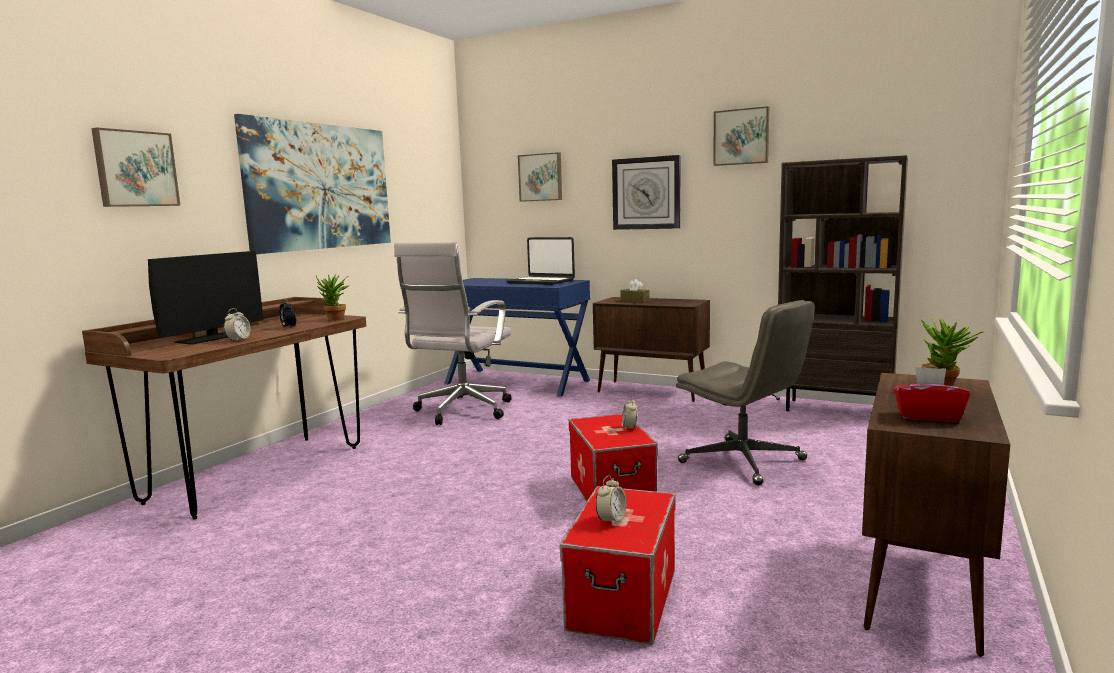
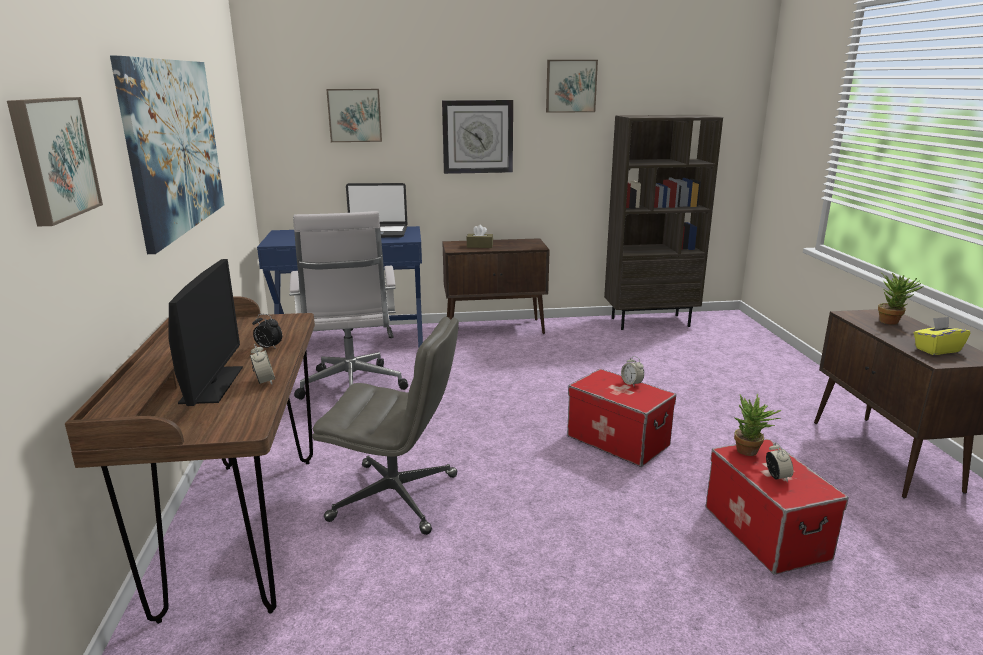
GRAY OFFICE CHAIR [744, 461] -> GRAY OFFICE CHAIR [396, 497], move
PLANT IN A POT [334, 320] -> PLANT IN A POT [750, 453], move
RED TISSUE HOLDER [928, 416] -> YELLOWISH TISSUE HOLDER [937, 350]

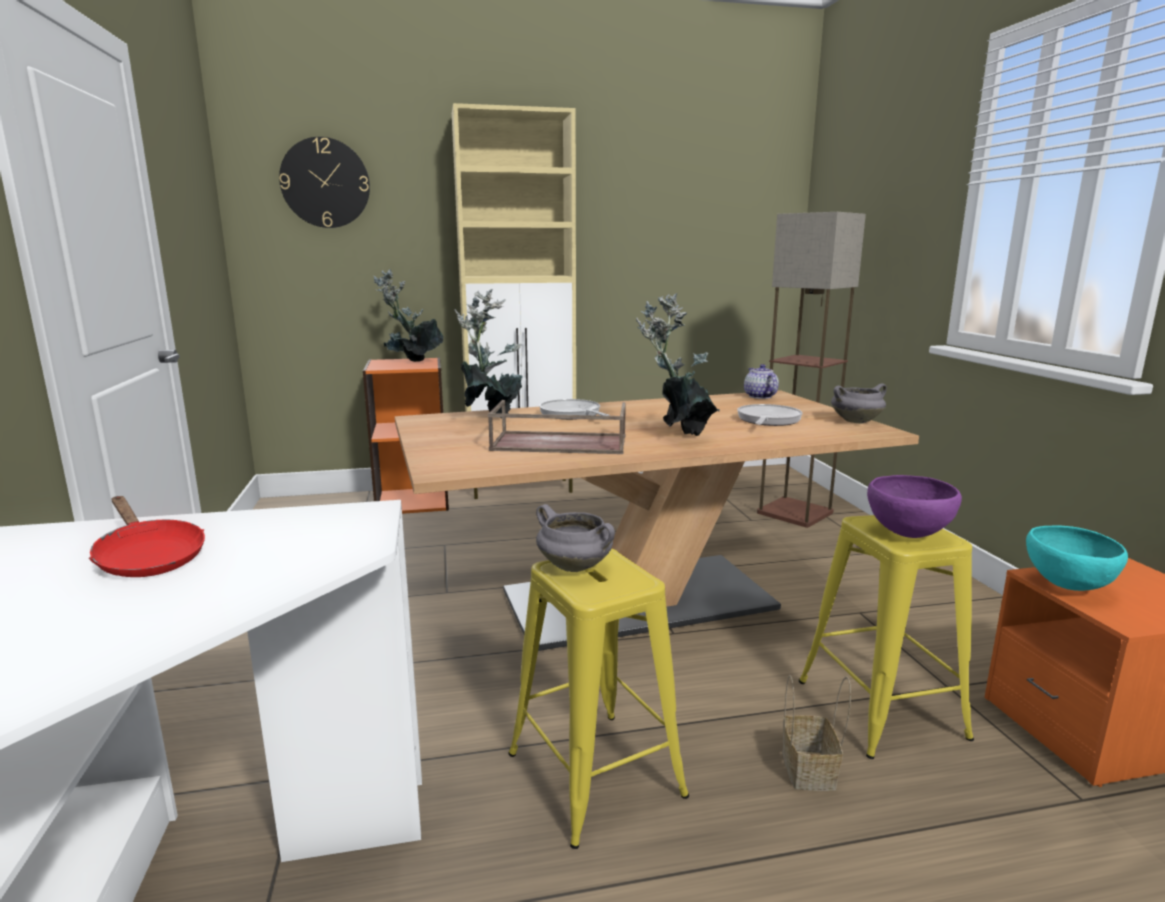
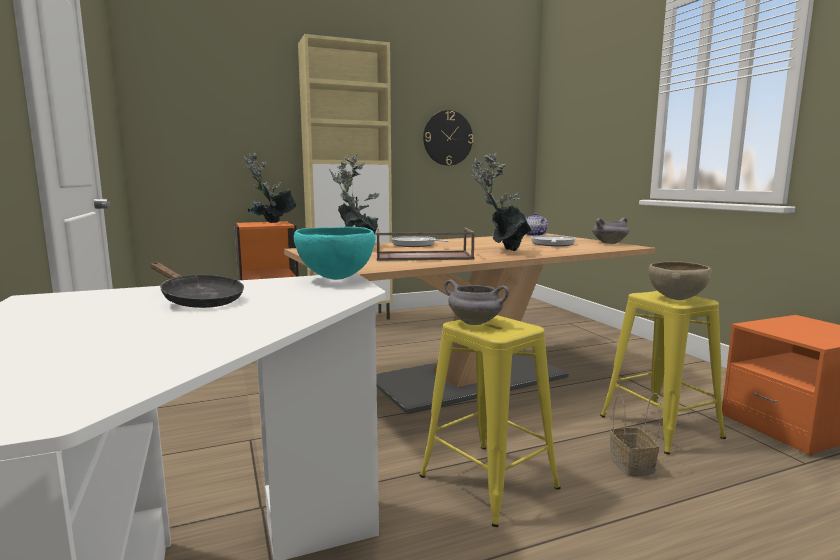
RED PAN [148, 558] -> BLACKISH PAN [198, 300]
TURQUOISE-COLOURED BOWL [1066, 587] -> TURQUOISE-COLOURED BOWL [335, 279], move
HANGING CLOCK [325, 183] -> HANGING CLOCK [448, 138], move
PURPLE BOWL [908, 535] -> BROWN BOWL [676, 299]
STANDING LAMP [796, 513] -> none

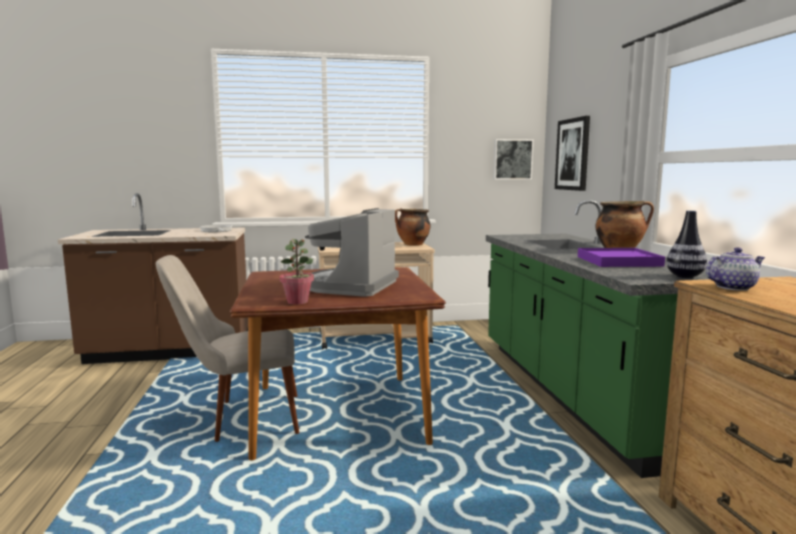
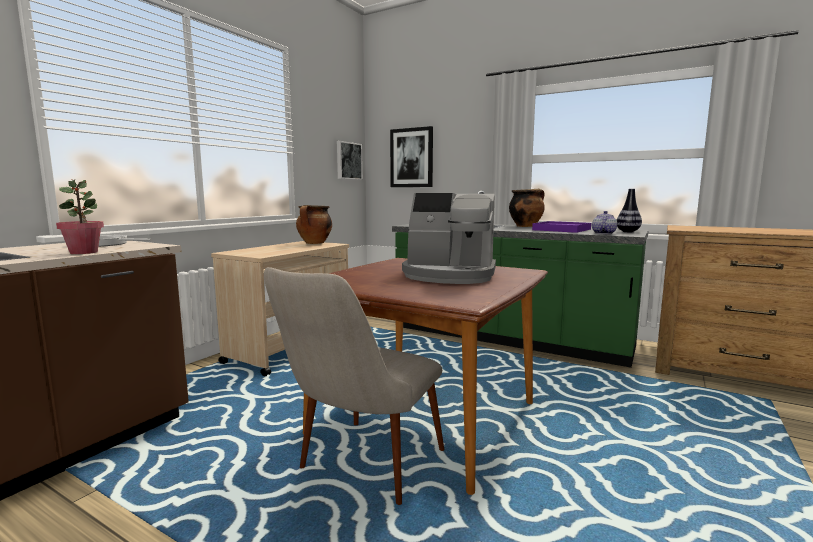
PLANT IN A POT [297, 302] -> PLANT IN A POT [84, 252], move
COFFEE MAKER [351, 286] -> COFFEE MAKER [449, 275], 45 degrees counterclockwise
POT FOR TEA [733, 287] -> POT FOR TEA [603, 233], move

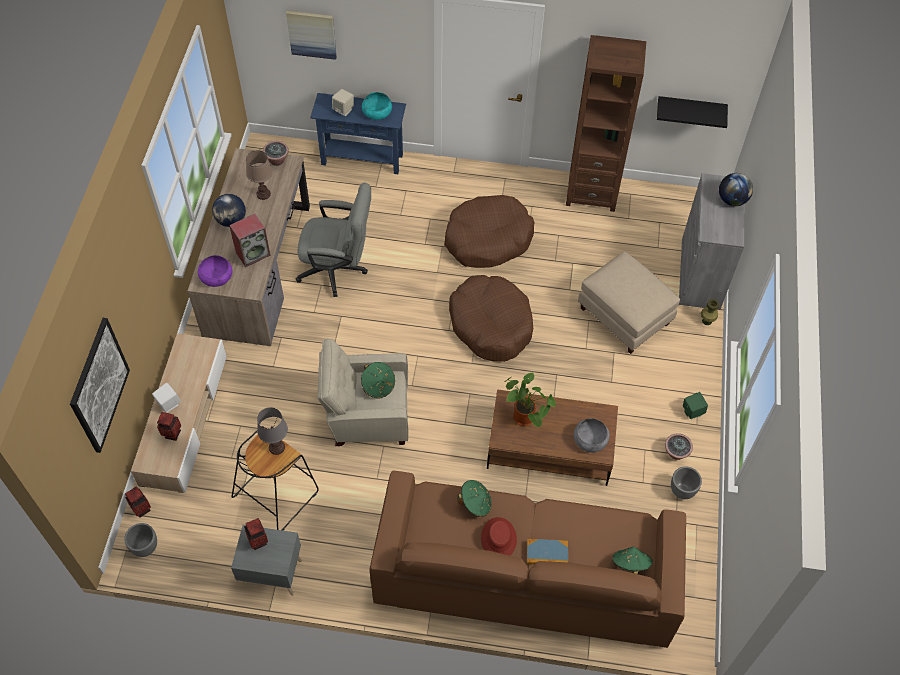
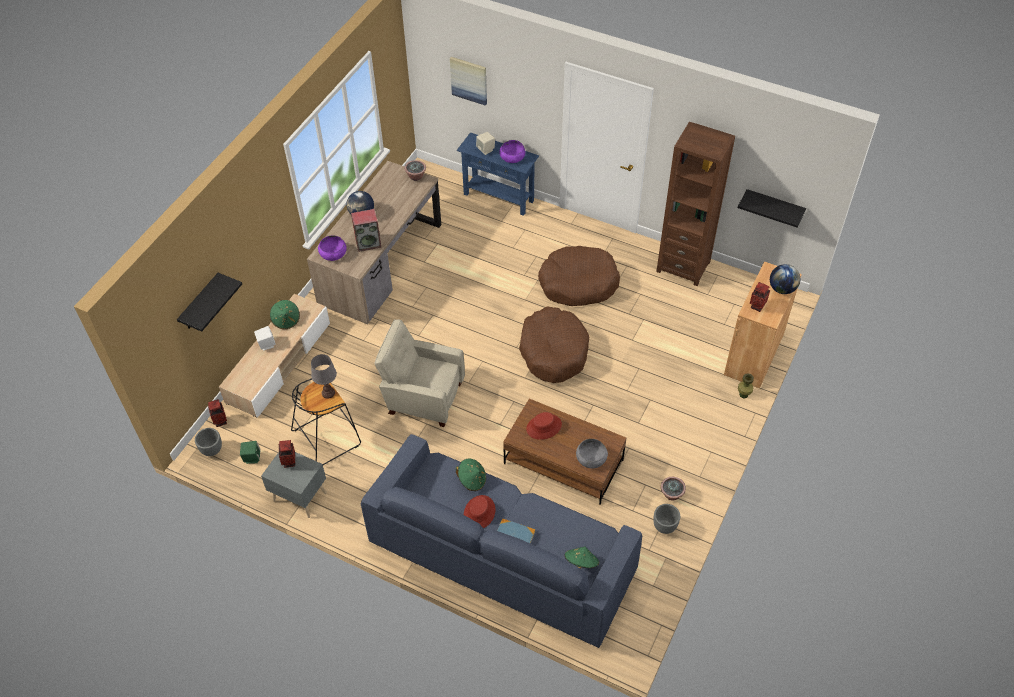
WALL PICTURE [99, 385] -> BLACKISH SHELF [200, 303]
GREENISH AUDIO SPEAKER [692, 411] -> GREENISH AUDIO SPEAKER [252, 457], move
GREENISH WEARABLE HAT [378, 385] -> GREENISH WEARABLE HAT [286, 320], move
BROWN SETTEE [525, 574] -> BLUISH SETTEE [502, 555]
TURQUOISE-COLOURED BOWL [377, 112] -> PURPLE BOWL [512, 157]
PLANT IN A POT [526, 418] -> RED WEARABLE HAT [544, 427]
GRAY CUPBOARD [700, 274] -> BROWN CUPBOARD [754, 354]
VASE [172, 434] -> VASE [757, 306], move
BROWN TABLE LAMP [263, 194] -> none
GRAY OFFICE CHAIR [338, 270] -> none
SAND-COLOURED POUFFE [623, 316] -> none

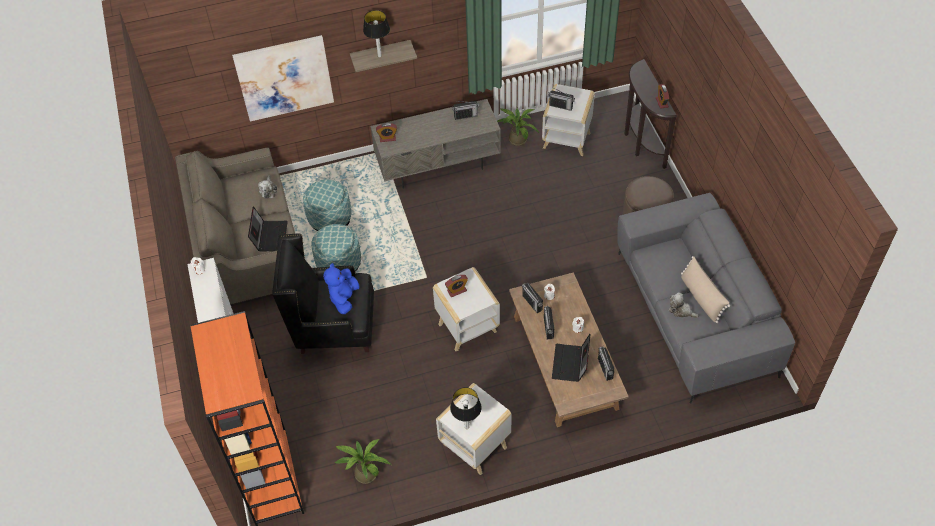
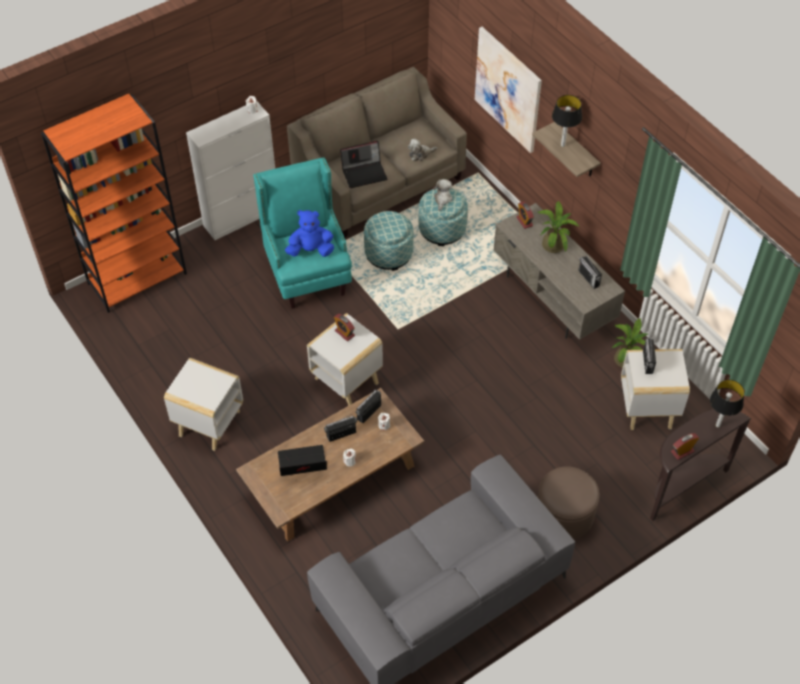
BLACKISH LOUNGE CHAIR [334, 330] -> TURQUOISE-COLOURED LOUNGE CHAIR [307, 275]
SOFT TOY [681, 310] -> SOFT TOY [442, 199], move
PLANT IN A POT [364, 472] -> PLANT IN A POT [554, 243], move
TABLE LAMP [467, 427] -> TABLE LAMP [717, 425], move
RADIO [605, 368] -> none
SAND-COLOURED THROW PILLOW [701, 297] -> none

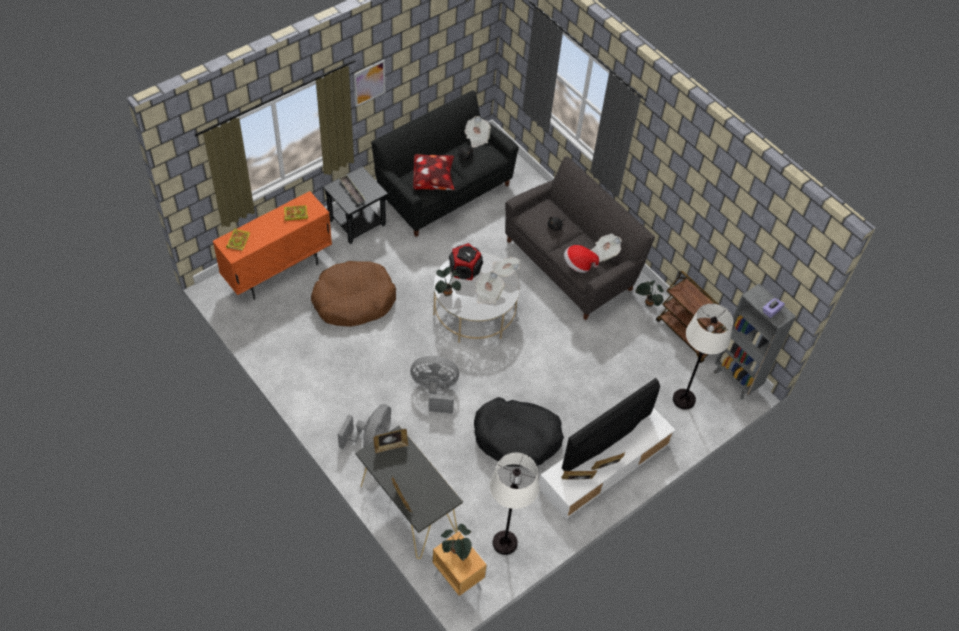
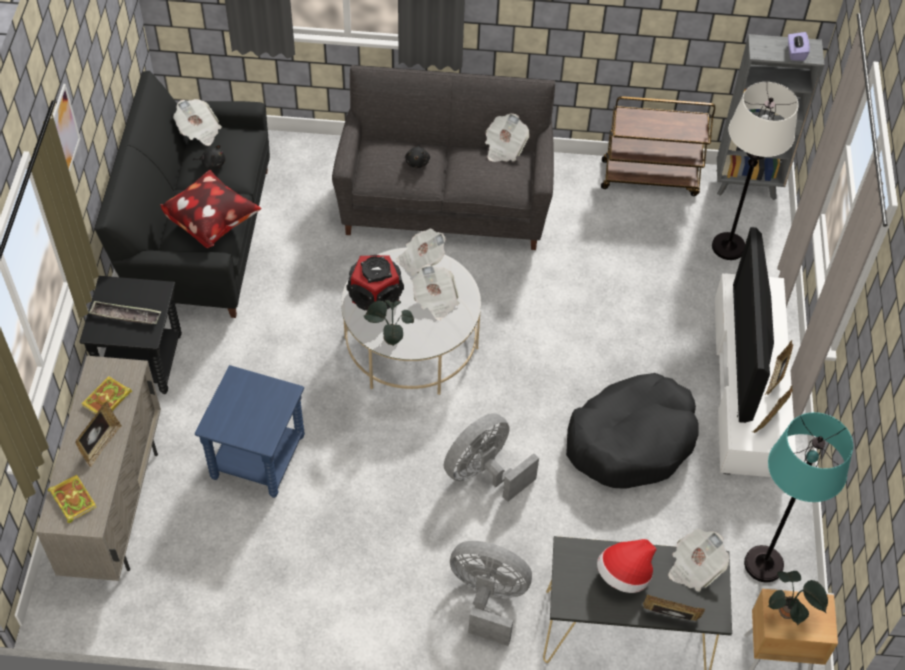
ORANGEY CUPBOARD [278, 272] -> SAND-COLOURED CUPBOARD [117, 508]
STANDING FRAME [390, 446] -> STANDING FRAME [101, 444], move
BROWN DOG CUSHION [353, 300] -> BLUISH ACCENT TABLE [257, 457]
GRAY ELECTRIC FAN [371, 440] -> GRAY ELECTRIC FAN [488, 598], 45 degrees counterclockwise
WEARABLE HAT [578, 265] -> WEARABLE HAT [624, 575], move
none -> DAILY PAPER [694, 567]
WHITE STANDING LAMP [504, 543] -> TURQUOISE-COLOURED STANDING LAMP [763, 565]
PLANT IN A POT [647, 303] -> none

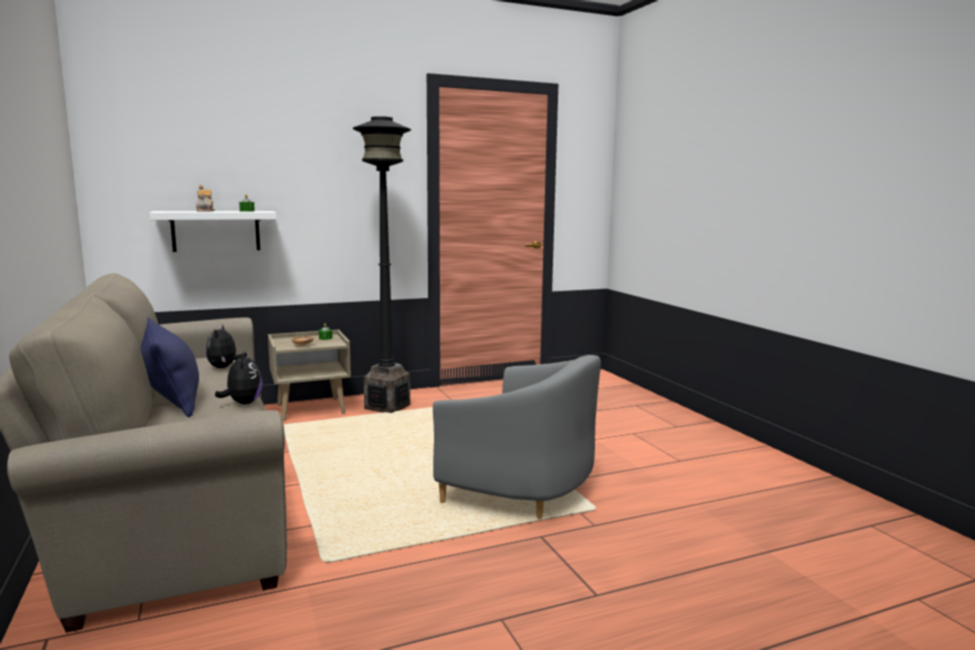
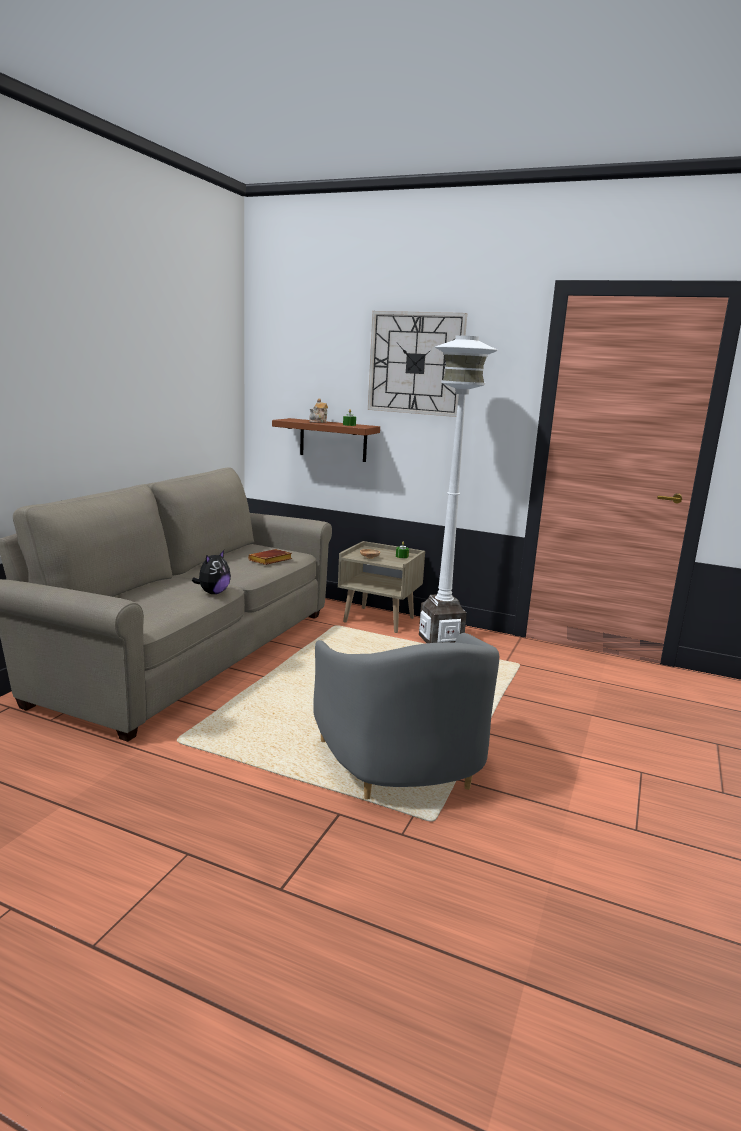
SOFT TOY [224, 367] -> BROWN VOLUME [270, 561]
WHITE SHELF [216, 231] -> BROWN SHELF [333, 440]
none -> HANGING CLOCK [416, 363]
BLACKISH STANDING LAMP [387, 406] -> WHITE STANDING LAMP [441, 640]
BLUISH THROW PILLOW [172, 397] -> none

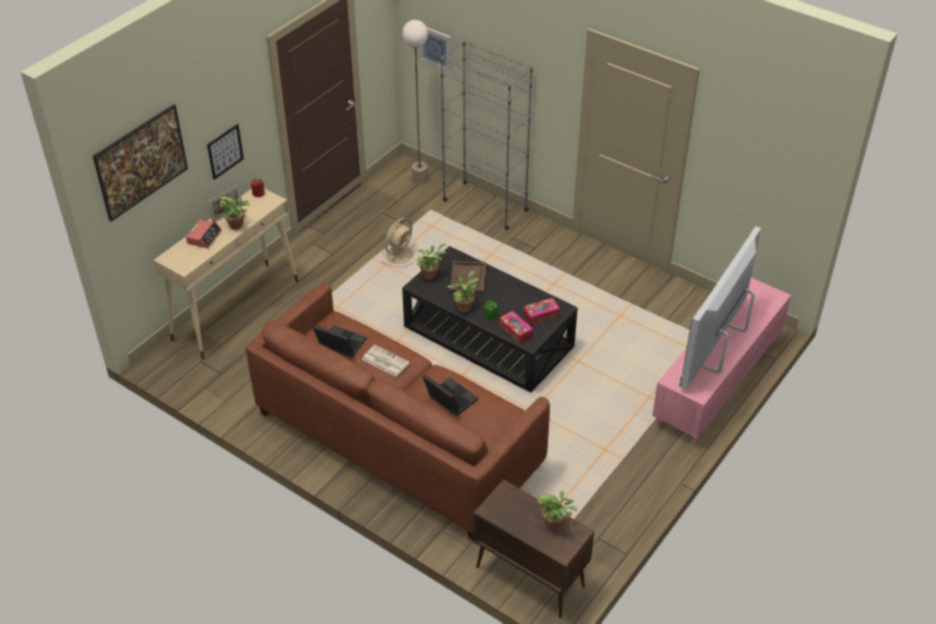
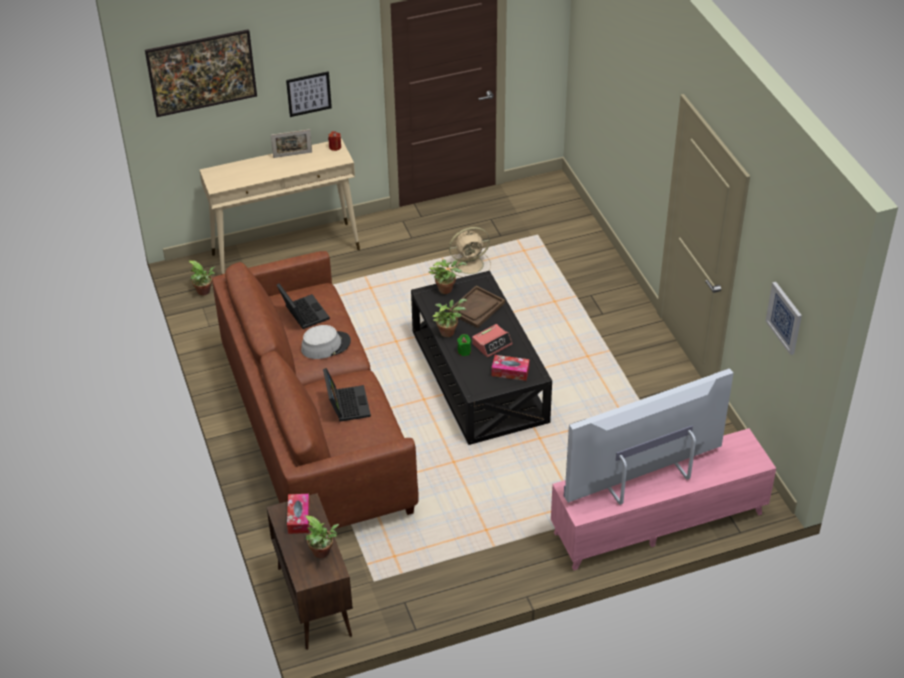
PLANT IN A POT [238, 225] -> PLANT IN A POT [205, 292], move
TISSUE HOLDER [515, 331] -> TISSUE HOLDER [299, 517], move
DAILY PAPER [384, 361] -> GRAY WEARABLE HAT [325, 345]
TABLE CLOCK [204, 237] -> TABLE CLOCK [492, 344], move
WALL PICTURE [435, 47] -> WALL PICTURE [785, 317], move
STANDING LAMP [419, 179] -> none
GRAY SHELVING UNIT [485, 205] -> none

